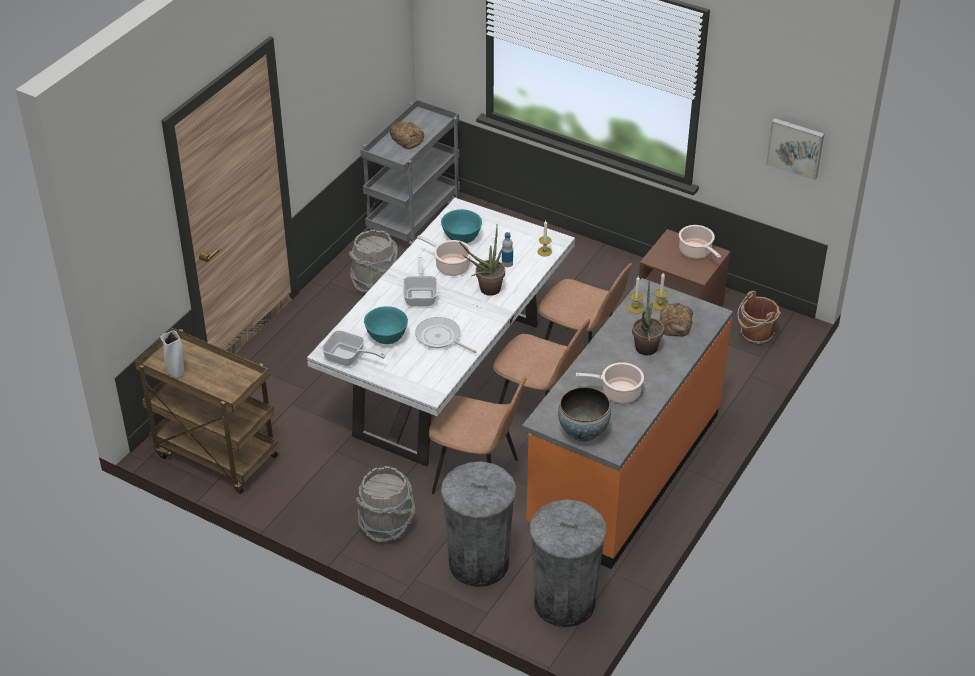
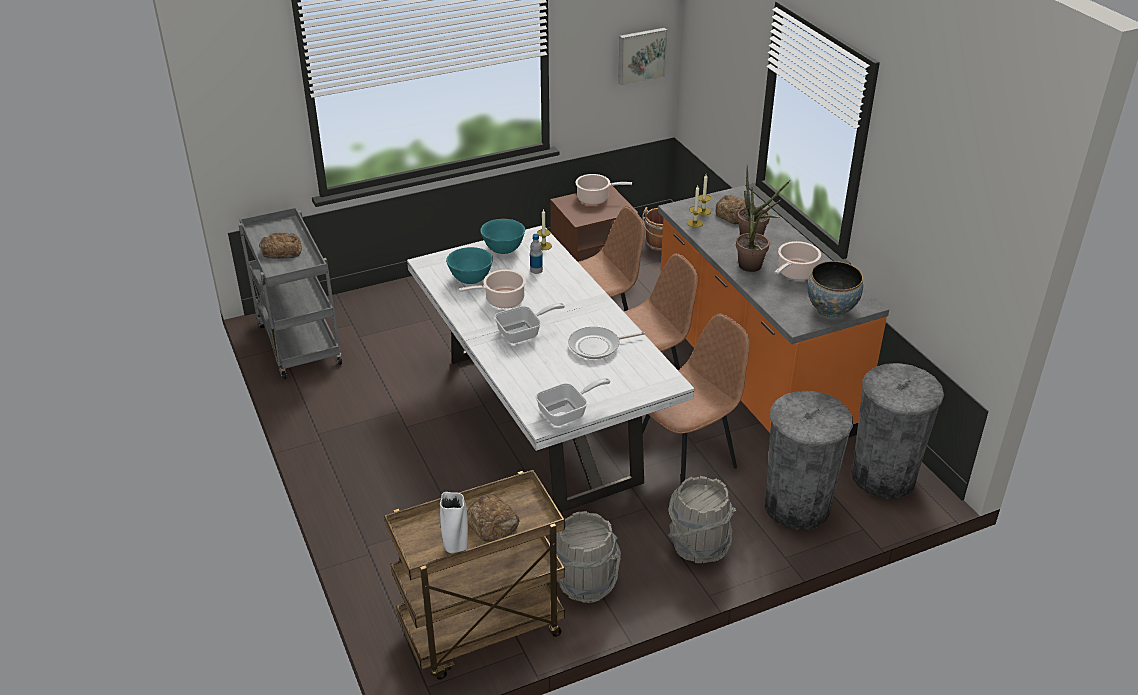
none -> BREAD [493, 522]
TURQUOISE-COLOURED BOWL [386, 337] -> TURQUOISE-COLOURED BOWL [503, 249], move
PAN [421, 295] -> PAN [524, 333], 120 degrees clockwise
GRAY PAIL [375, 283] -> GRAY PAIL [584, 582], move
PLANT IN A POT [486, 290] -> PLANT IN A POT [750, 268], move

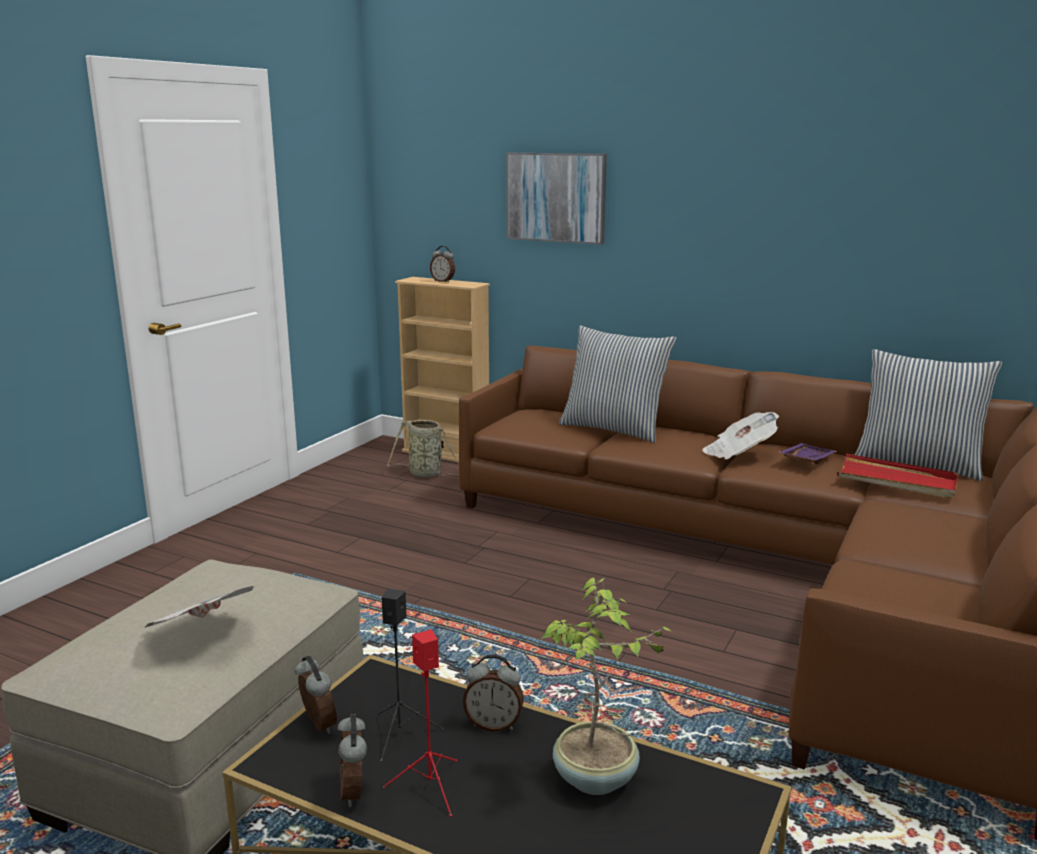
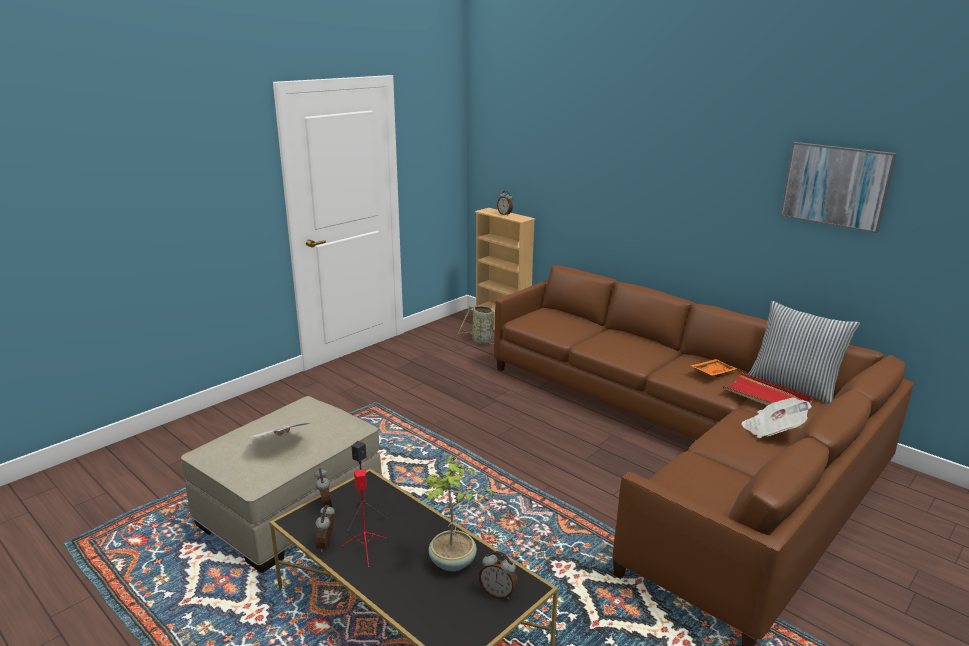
TABLE CLOCK [493, 725] -> TABLE CLOCK [498, 593], move
PURPLE CARRYING TRAY [805, 460] -> ORANGEY CARRYING TRAY [712, 372]
DAILY PAPER [739, 453] -> DAILY PAPER [772, 431], move
WALL PICTURE [556, 197] -> WALL PICTURE [835, 186], move
THROW PILLOW [614, 429] -> none

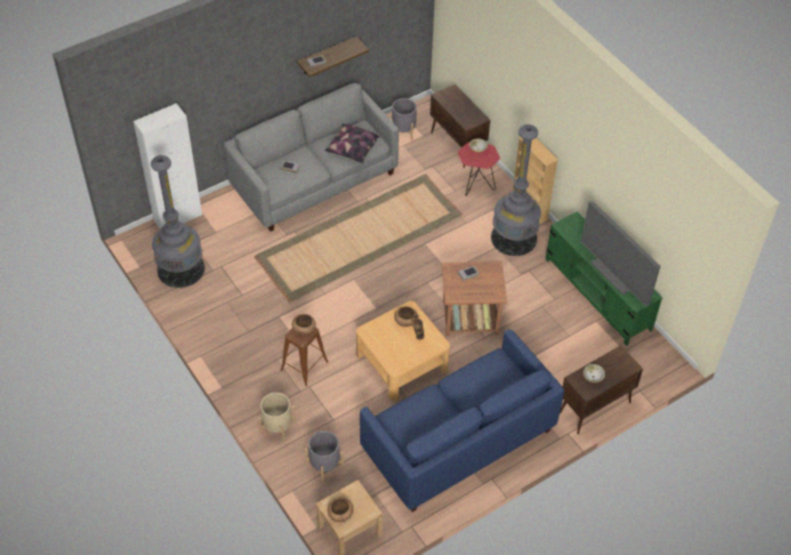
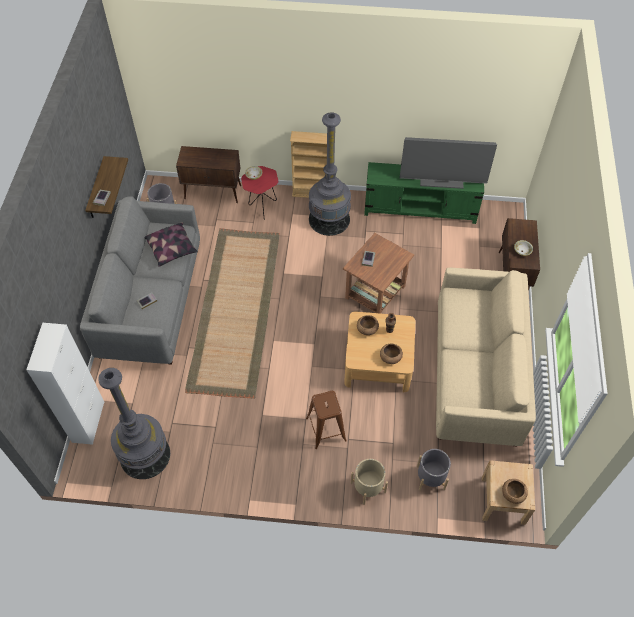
BROWN BOWL [304, 329] -> BROWN BOWL [390, 357], move
BLUISH SETTEE [458, 440] -> SAND-COLOURED SETTEE [476, 373]

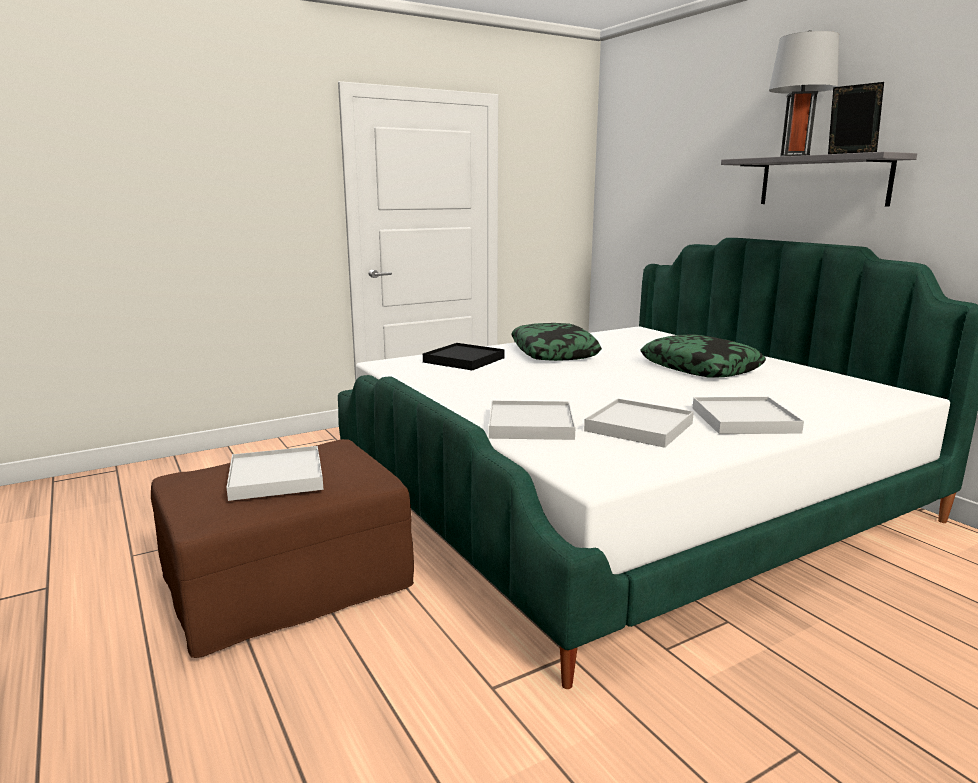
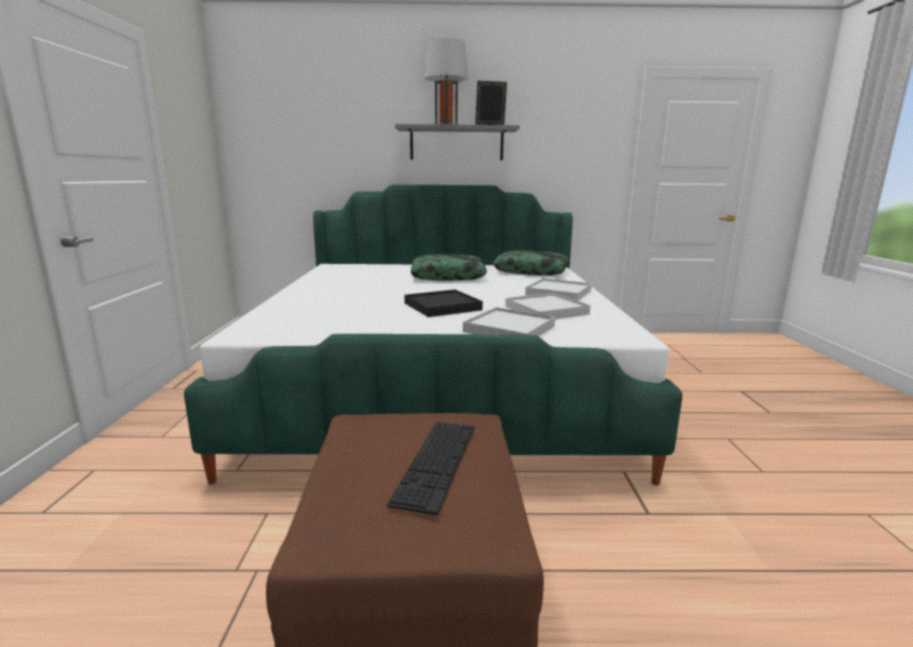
WHITE CARRYING TRAY [276, 477] -> COMPUTER KEYBOARD [436, 462]
BLACKISH CARRYING TRAY [464, 360] -> BLACKISH CARRYING TRAY [442, 306], move
THROW PILLOW [554, 353] -> THROW PILLOW [531, 271], move

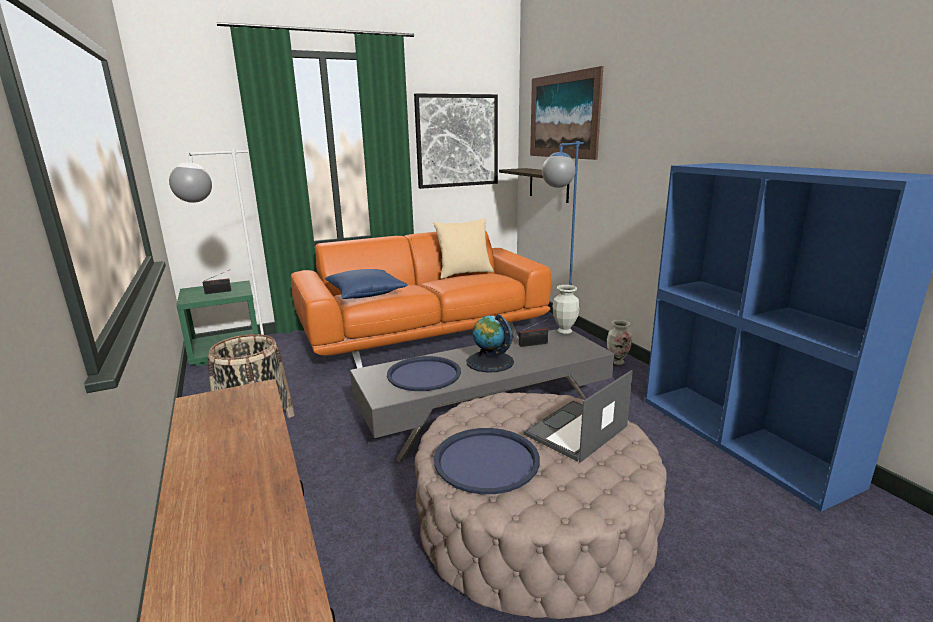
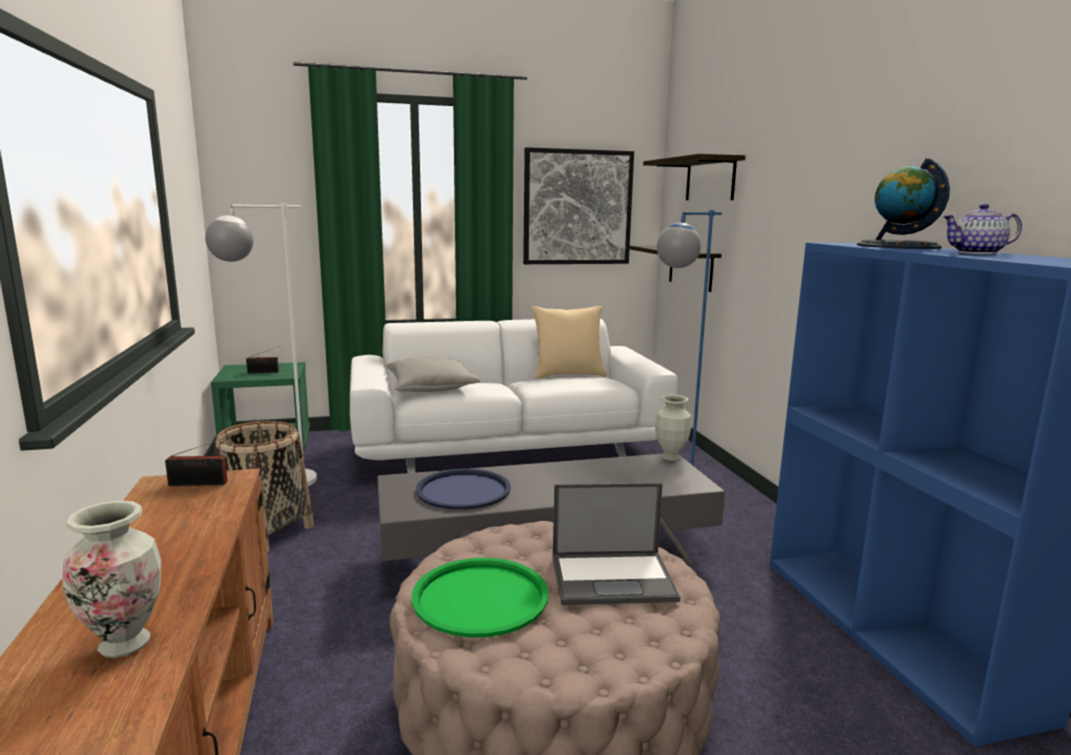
VASE [617, 362] -> VASE [125, 644], move
RADIO [535, 344] -> RADIO [201, 484], move
ORANGEY SETTEE [425, 335] -> WHITE SETTEE [509, 449]
BLUISH THROW PILLOW [366, 294] -> GRAY THROW PILLOW [431, 388]
BLUISH CARRYING TRAY [486, 461] -> GREENISH CARRYING TRAY [480, 598]
LAPTOP [575, 431] -> LAPTOP [614, 578], 150 degrees counterclockwise
WALL PICTURE [563, 116] -> SHELF [710, 179]
DESK GLOBE [489, 362] -> DESK GLOBE [898, 246], move
none -> POT FOR TEA [977, 253]

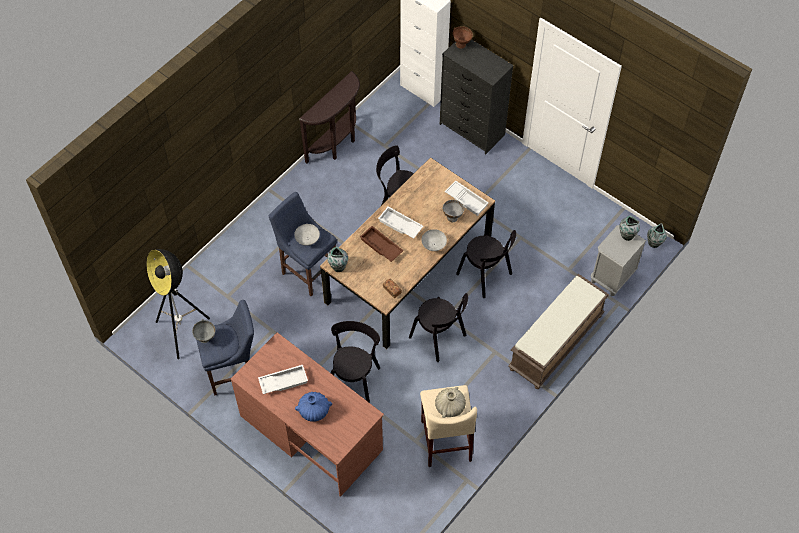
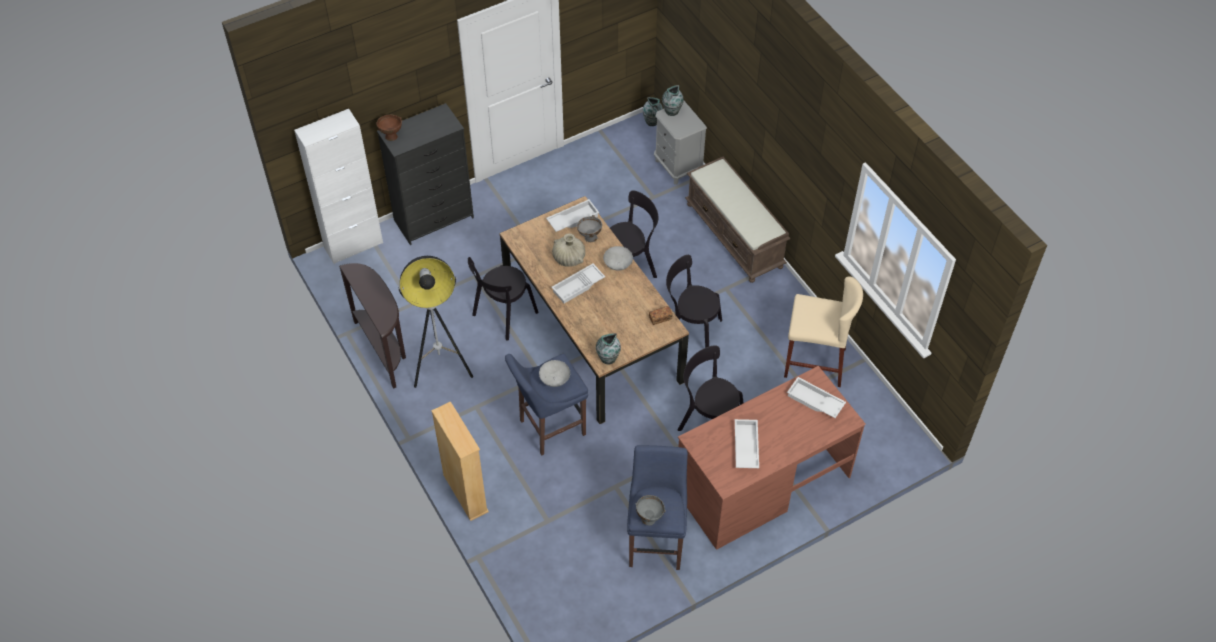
STANDING LAMP [183, 332] -> STANDING LAMP [441, 365], move
none -> SAND-COLOURED SHELVING UNIT [465, 493]
SAND-COLOURED VASE [450, 407] -> SAND-COLOURED VASE [569, 258], move
BLACKISH CHAIR [439, 338] -> BLACKISH CHAIR [690, 330], 135 degrees counterclockwise
none -> WHITE CARRYING TRAY [814, 401]
BLUISH VASE [314, 411] -> none
BROWN CARRYING TRAY [380, 246] -> none

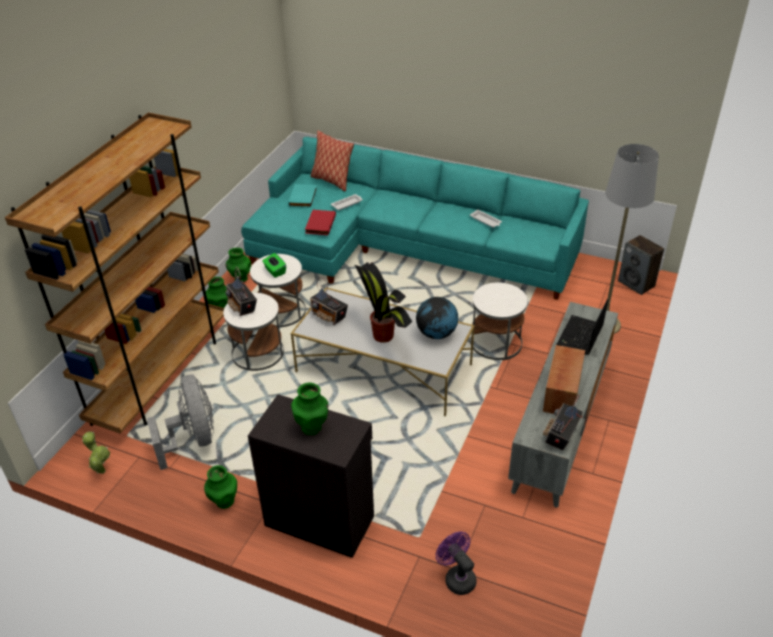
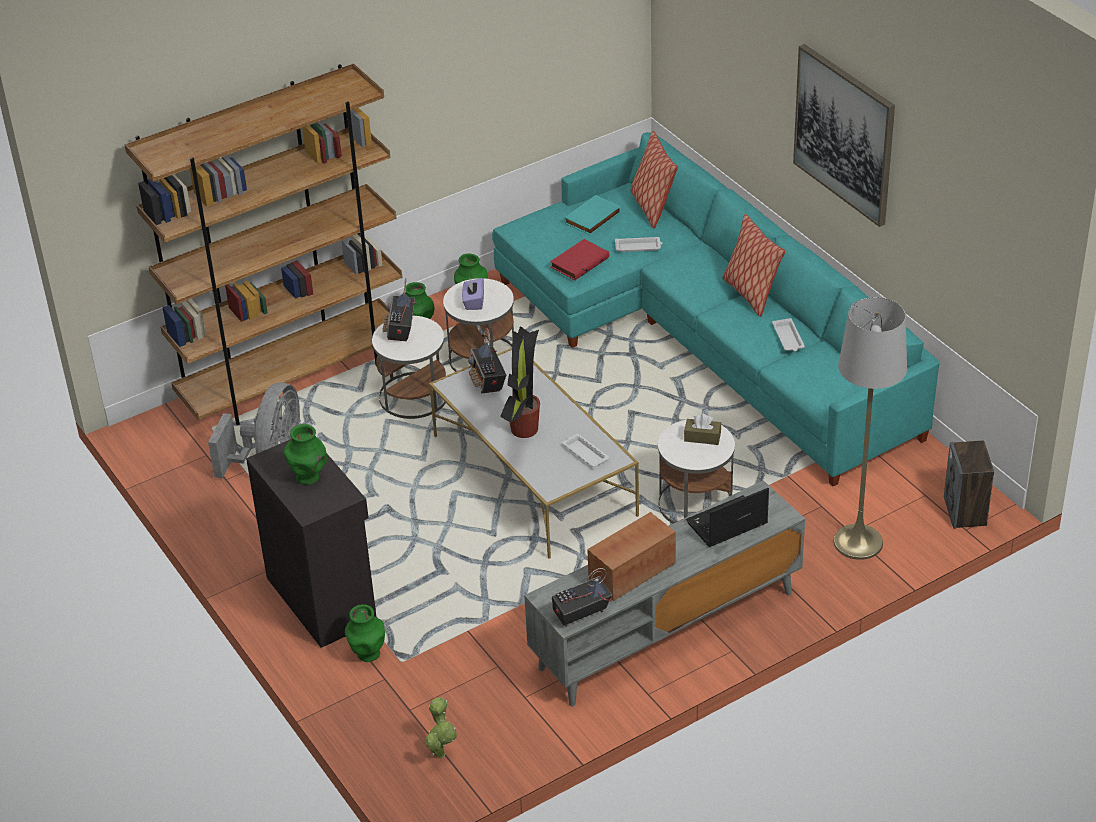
GREENISH VASE [224, 502] -> GREENISH VASE [368, 654], move
PLANT IN A POT [101, 470] -> PLANT IN A POT [441, 752], move
GREENISH TISSUE HOLDER [275, 271] -> PURPLE TISSUE HOLDER [473, 302]
DESK GLOBE [436, 334] -> WHITE CARRYING TRAY [585, 453]
none -> BROWN TISSUE HOLDER [702, 437]
none -> THROW PILLOW [750, 294]
none -> WALL PICTURE [844, 134]
PURPLE ELECTRIC FAN [457, 577] -> none

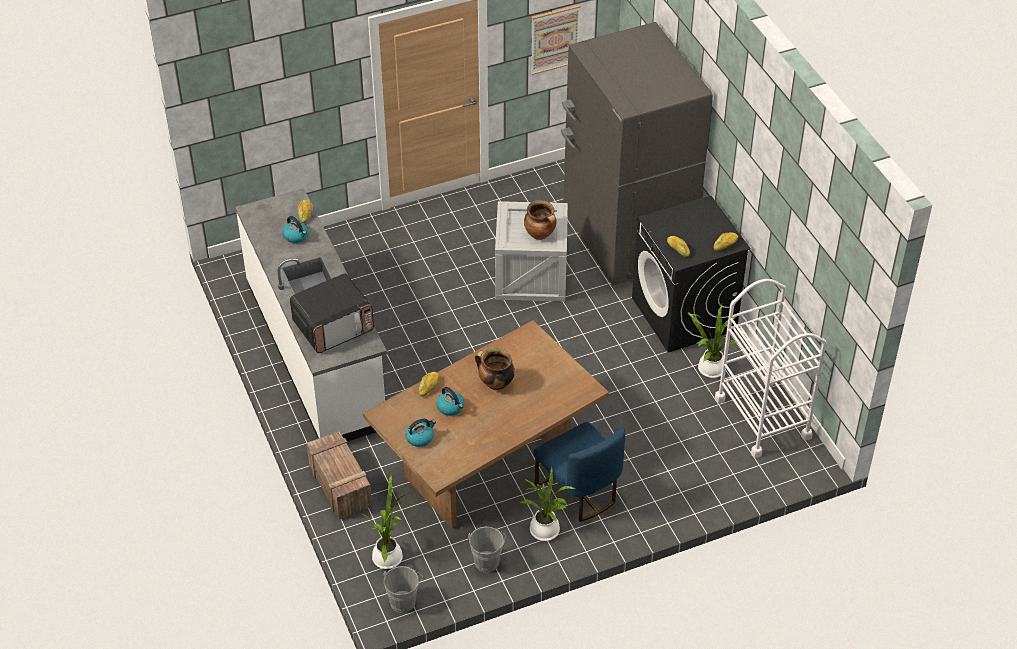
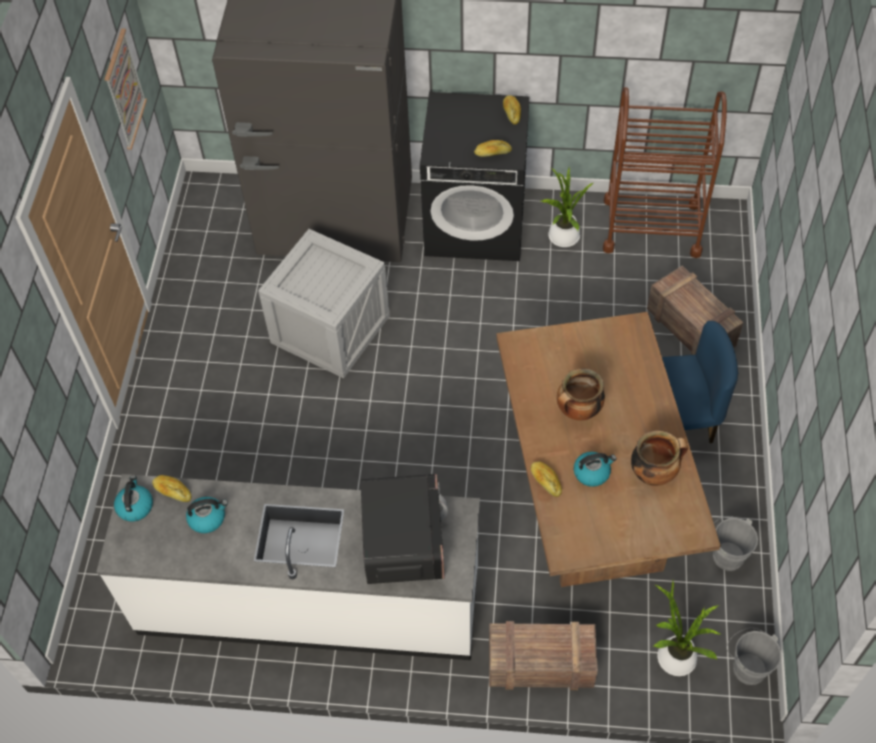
KETTLE [420, 438] -> KETTLE [135, 506], move
WHITE CART [762, 417] -> BROWN CART [651, 227]
COOKING POT [540, 235] -> COOKING POT [653, 473], move
none -> CRATE [692, 328]
PLANT IN A POT [546, 532] -> none

